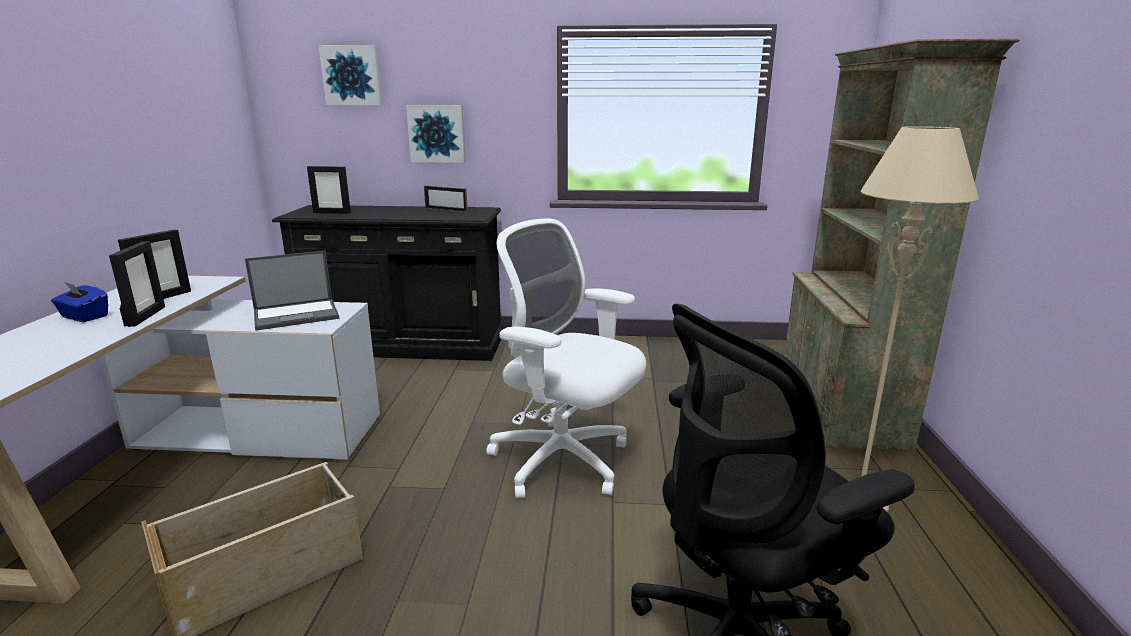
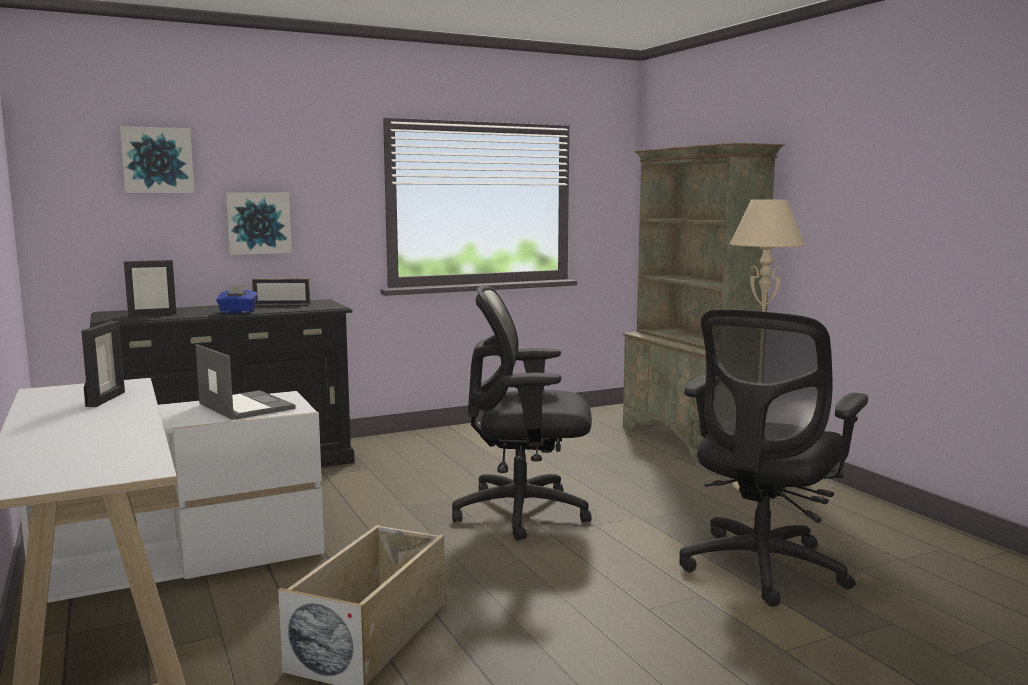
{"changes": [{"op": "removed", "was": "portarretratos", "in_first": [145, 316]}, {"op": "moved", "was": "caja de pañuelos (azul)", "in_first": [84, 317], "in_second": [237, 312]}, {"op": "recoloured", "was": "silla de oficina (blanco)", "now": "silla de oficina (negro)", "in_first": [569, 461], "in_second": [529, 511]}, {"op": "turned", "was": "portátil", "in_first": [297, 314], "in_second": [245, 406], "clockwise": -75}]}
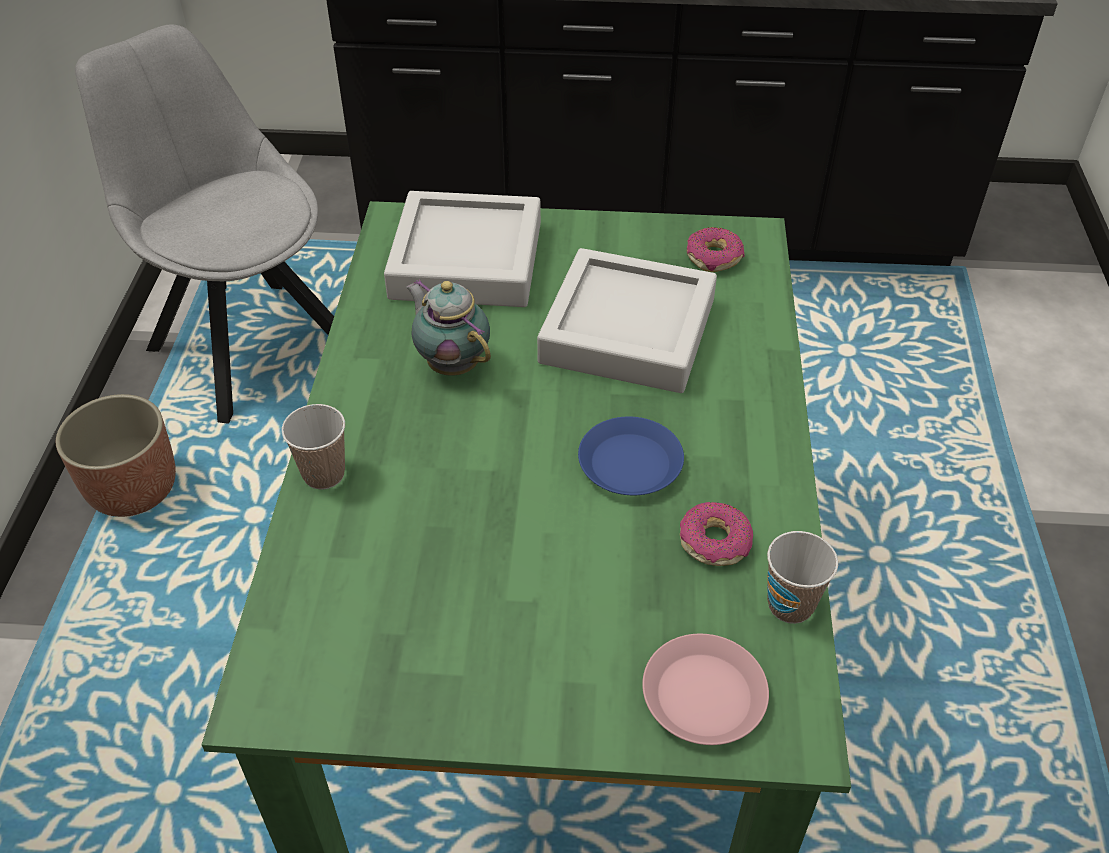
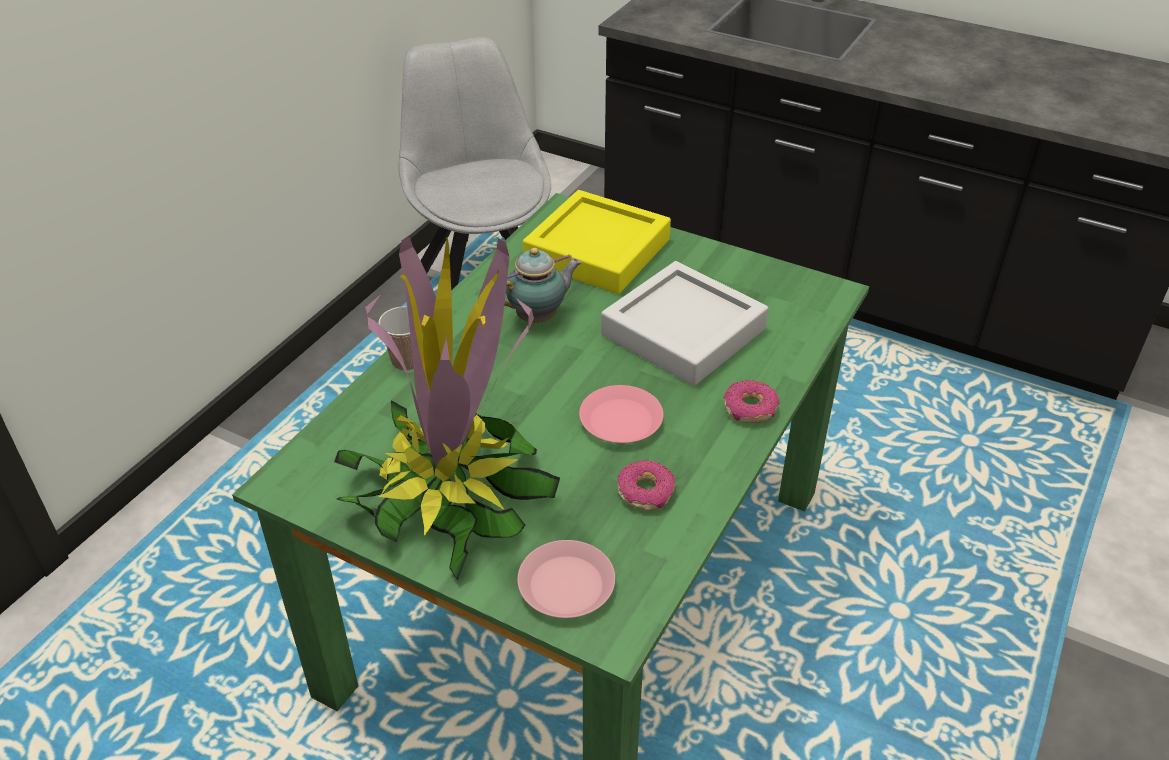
{"changes": [{"op": "removed", "was": "maceta", "in_first": [133, 489]}, {"op": "removed", "was": "taza", "in_first": [790, 605]}, {"op": "added", "now": "planta en maceta", "in_second": [450, 490]}, {"op": "moved", "was": "rosquilla", "in_first": [714, 257], "in_second": [750, 409]}, {"op": "recoloured", "was": "bandeja (gris)", "now": "bandeja (amarillo)", "in_first": [466, 260], "in_second": [597, 251]}, {"op": "recoloured", "was": "plato (azul)", "now": "plato (rosa)", "in_first": [629, 463], "in_second": [621, 420]}, {"op": "turned", "was": "tetera", "in_first": [452, 364], "in_second": [539, 317], "clockwise": 75}]}
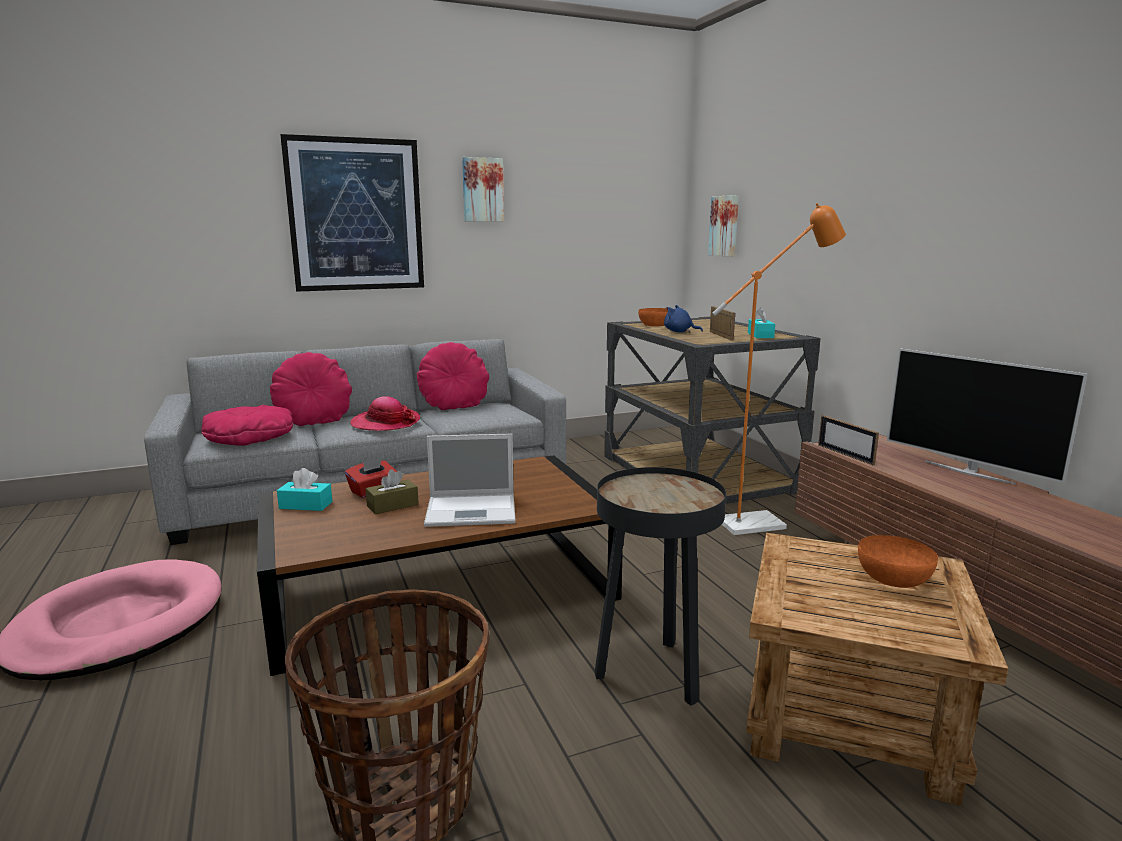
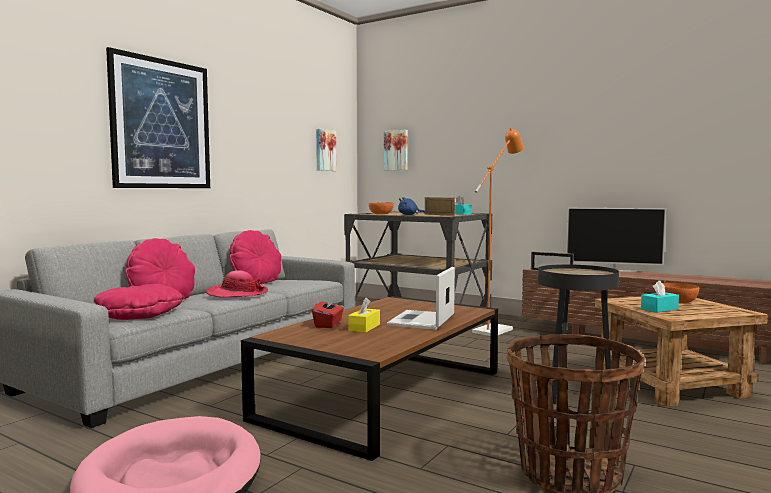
{"changes": [{"op": "moved", "was": "caja de pañuelos (turquesa)", "in_first": [306, 505], "in_second": [659, 309]}, {"op": "moved", "was": "cuadro", "in_first": [482, 190], "in_second": [325, 150]}, {"op": "recoloured", "was": "caja de pañuelos (marrón)", "now": "caja de pañuelos (amarillo)", "in_first": [392, 505], "in_second": [364, 327]}, {"op": "turned", "was": "portátil", "in_first": [473, 510], "in_second": [421, 321], "clockwise": 150}]}
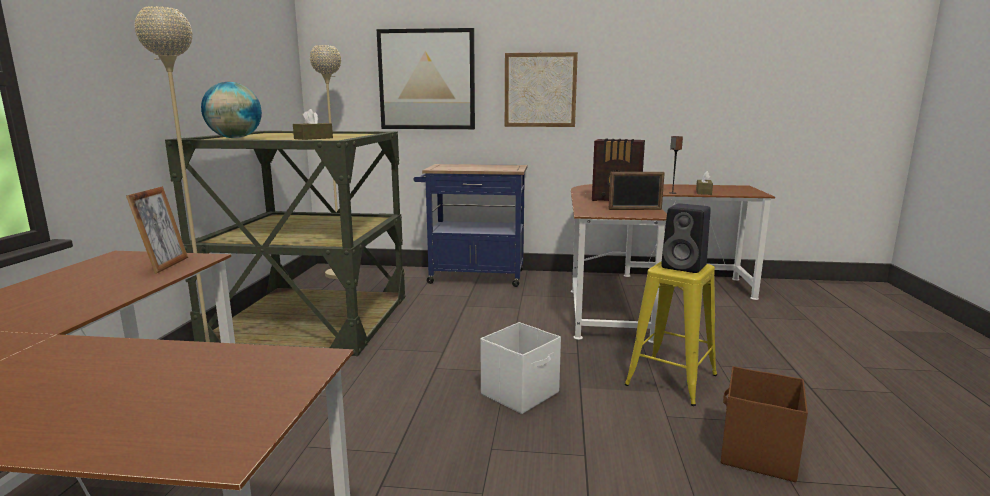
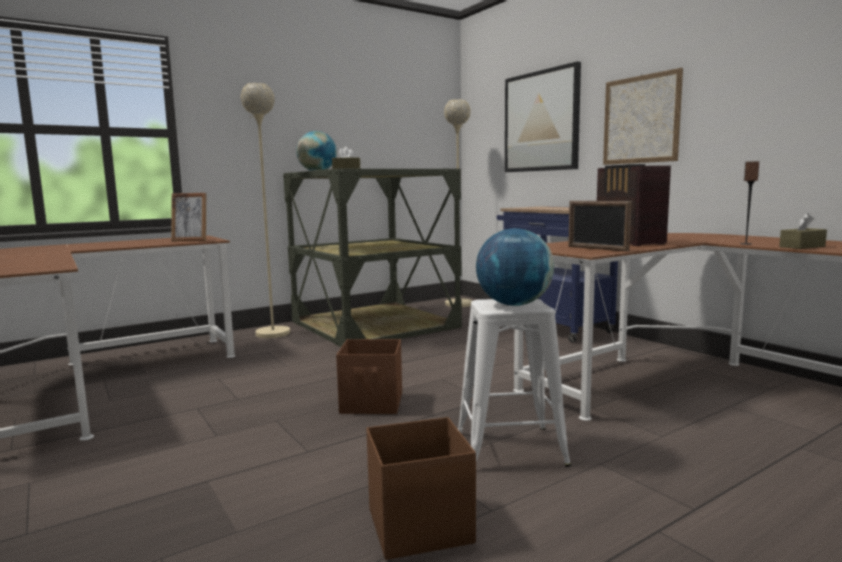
{"changes": [{"op": "replaced", "was": "altavoz (negro)", "now": "globo terráqueo", "in_first": [685, 267], "in_second": [514, 304]}, {"op": "recoloured", "was": "caja de almacenaje (blanco)", "now": "caja de almacenaje (marrón)", "in_first": [521, 393], "in_second": [373, 403]}, {"op": "recoloured", "was": "taburete (amarillo)", "now": "taburete (blanco)", "in_first": [671, 380], "in_second": [510, 448]}, {"op": "turned", "was": "portarretratos", "in_first": [164, 265], "in_second": [190, 240], "clockwise": 45}]}
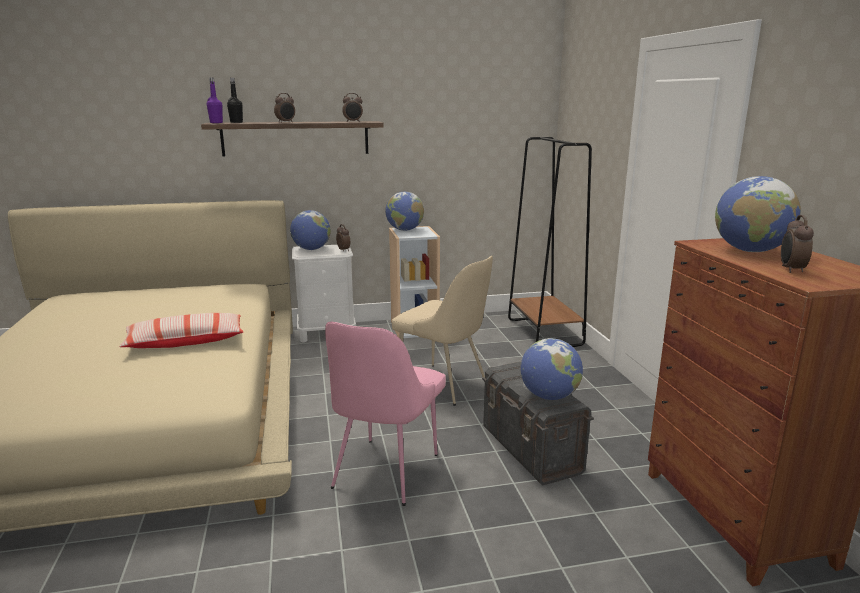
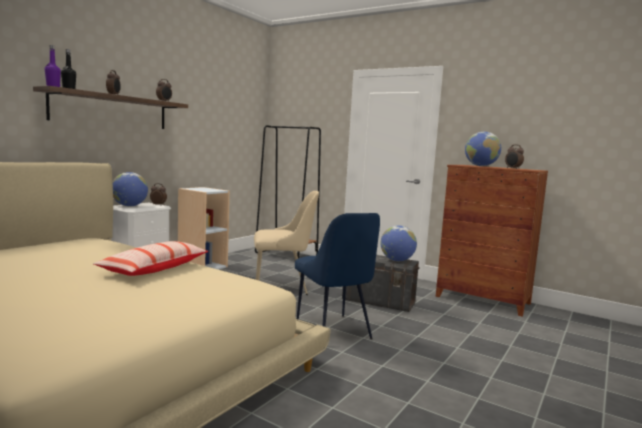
{"changes": [{"op": "removed", "was": "globo terráqueo", "in_first": [405, 230]}, {"op": "recoloured", "was": "silla (rosa)", "now": "silla (azul)", "in_first": [386, 471], "in_second": [334, 330]}]}
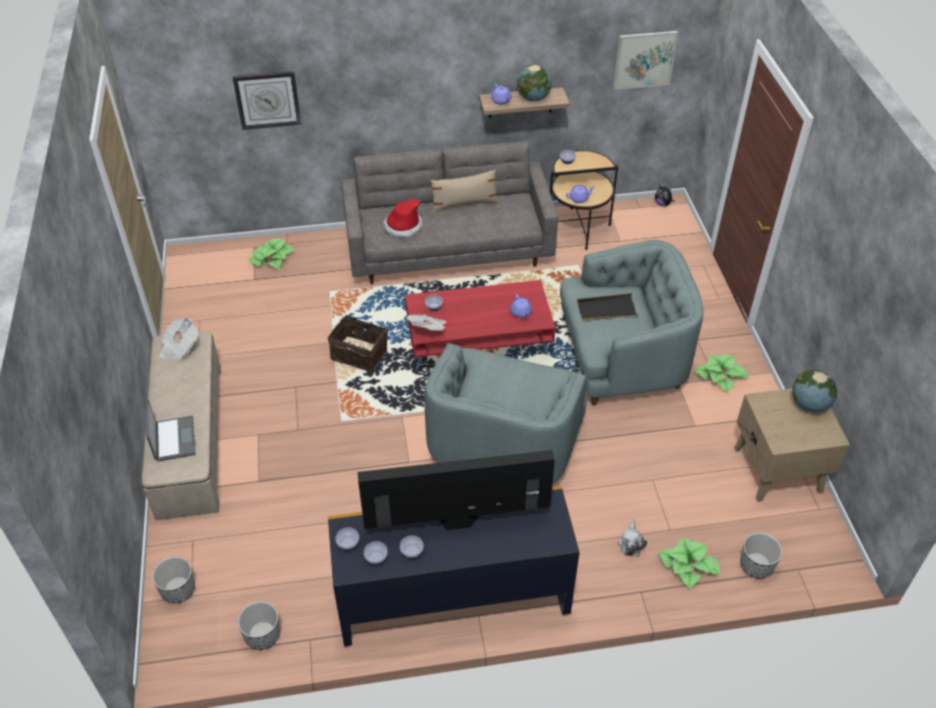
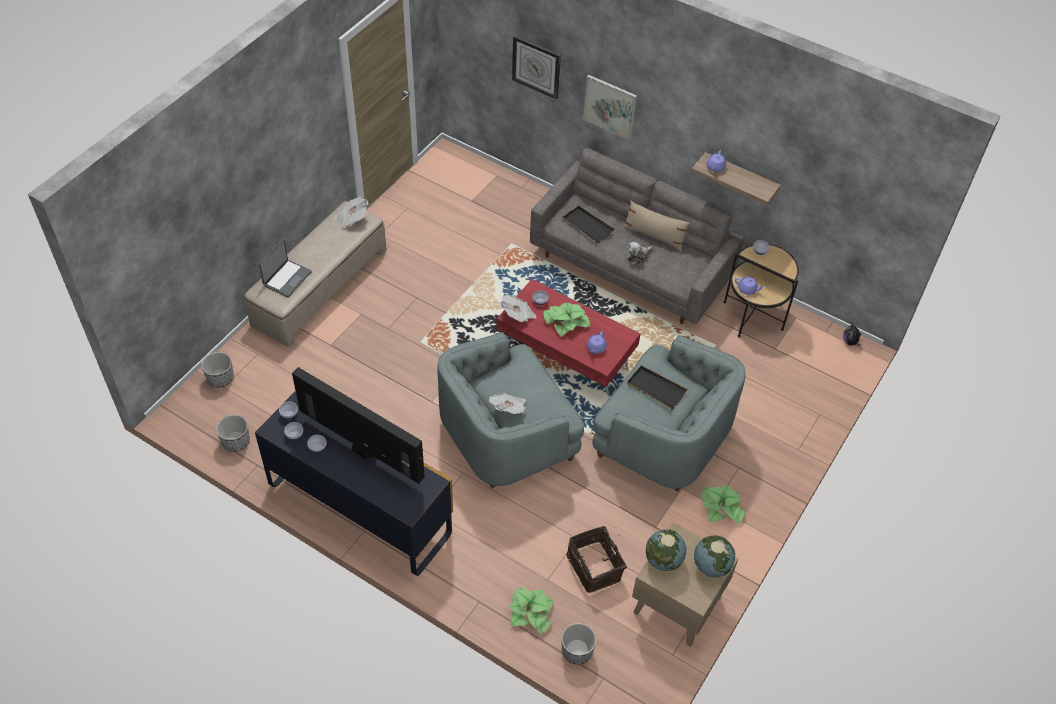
{"changes": [{"op": "added", "now": "periódico", "in_second": [509, 409]}, {"op": "moved", "was": "planta en maceta", "in_first": [271, 258], "in_second": [566, 321]}, {"op": "moved", "was": "cesta", "in_first": [360, 353], "in_second": [595, 566]}, {"op": "moved", "was": "globo terráqueo", "in_first": [533, 98], "in_second": [663, 560]}, {"op": "moved", "was": "cuadro", "in_first": [644, 59], "in_second": [610, 106]}, {"op": "moved", "was": "peluche", "in_first": [631, 543], "in_second": [638, 256]}, {"op": "replaced", "was": "sombrero", "now": "bandeja (negro)", "in_first": [403, 227], "in_second": [587, 226]}]}
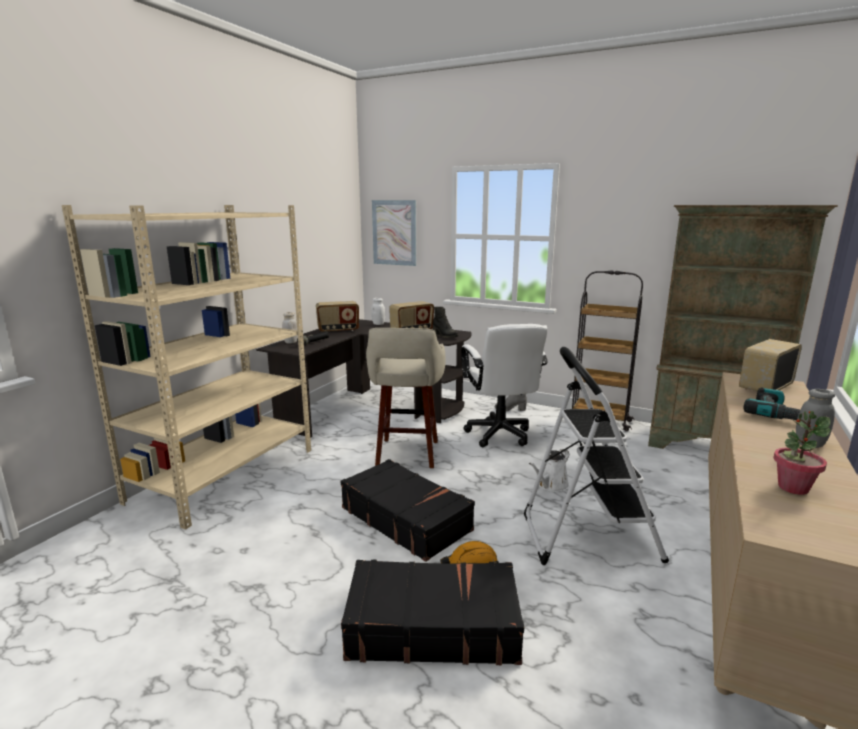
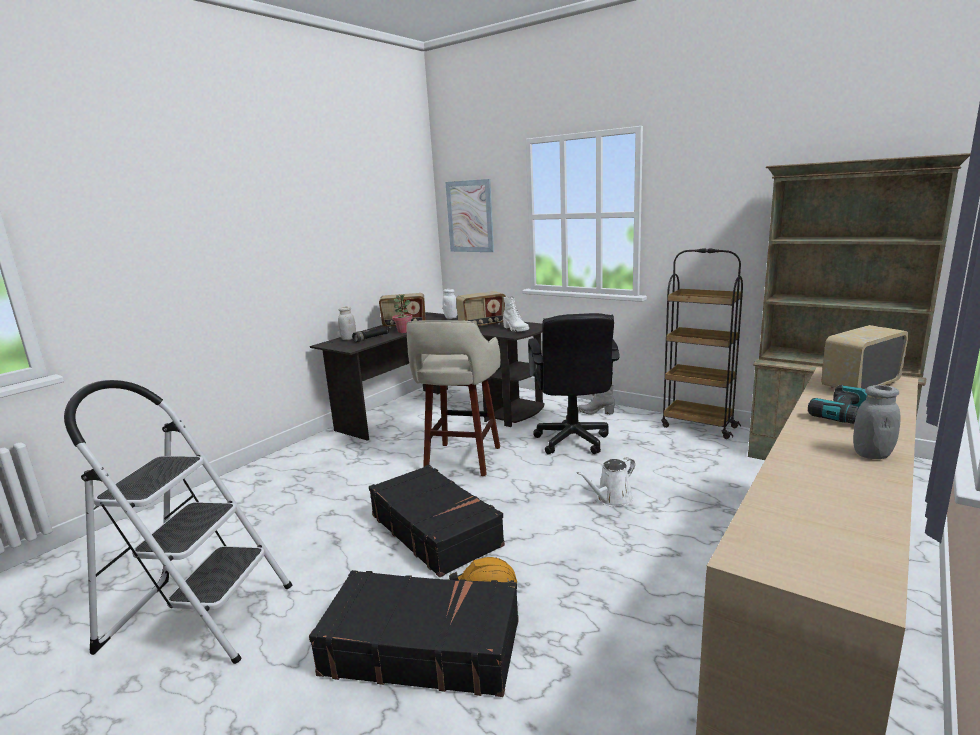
{"changes": [{"op": "removed", "was": "estantería (beis)", "in_first": [225, 474]}, {"op": "moved", "was": "escalera de tijera", "in_first": [586, 536], "in_second": [194, 617]}, {"op": "moved", "was": "planta en maceta", "in_first": [792, 487], "in_second": [403, 331]}, {"op": "recoloured", "was": "bota (negro)", "now": "bota (blanco)", "in_first": [444, 336], "in_second": [515, 329]}, {"op": "recoloured", "was": "silla de oficina (blanco)", "now": "silla de oficina (negro)", "in_first": [500, 437], "in_second": [573, 443]}]}
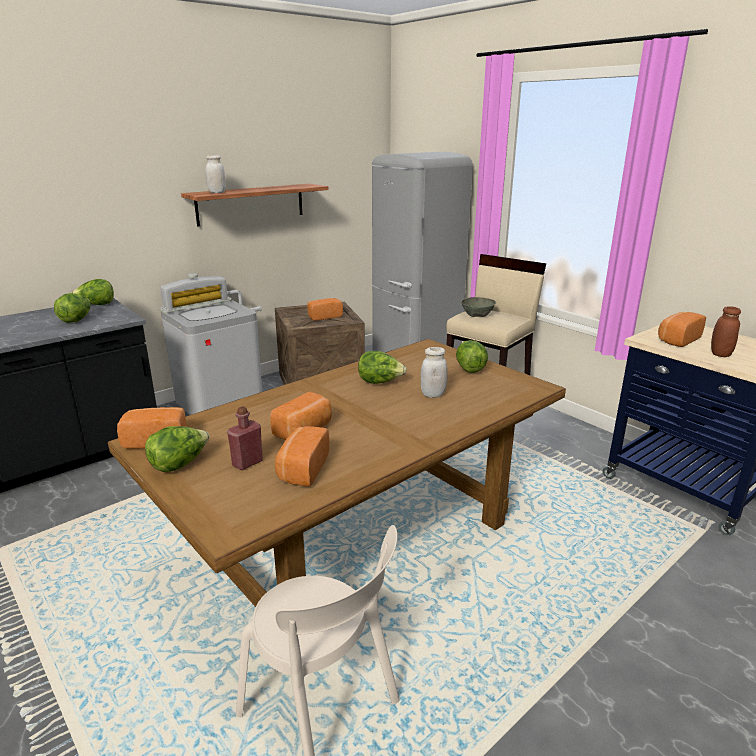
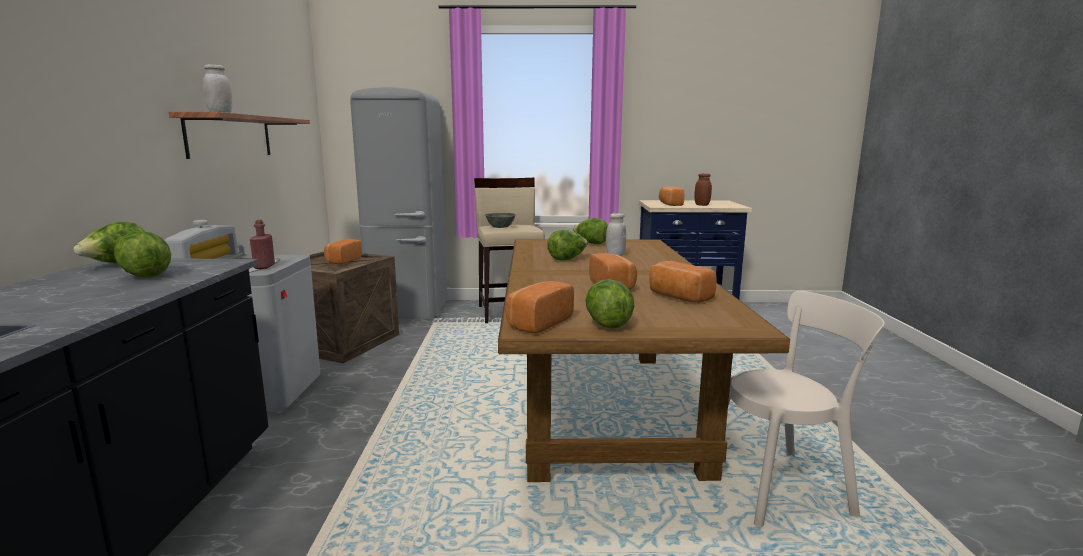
{"changes": [{"op": "moved", "was": "botella (rojo)", "in_first": [247, 463], "in_second": [264, 266]}]}
